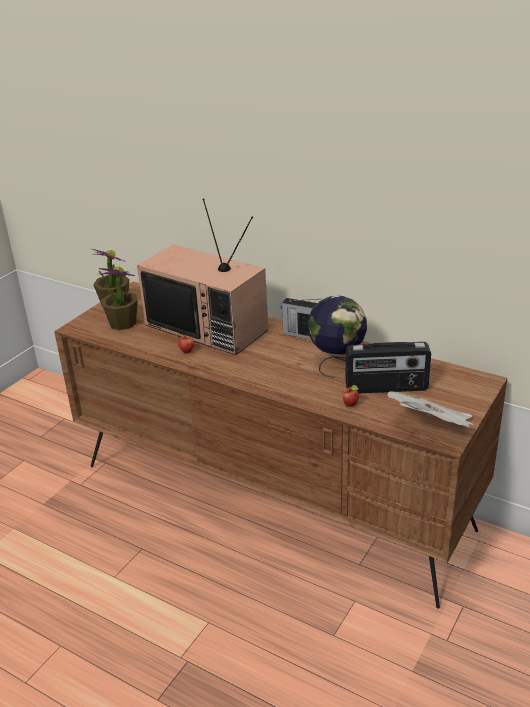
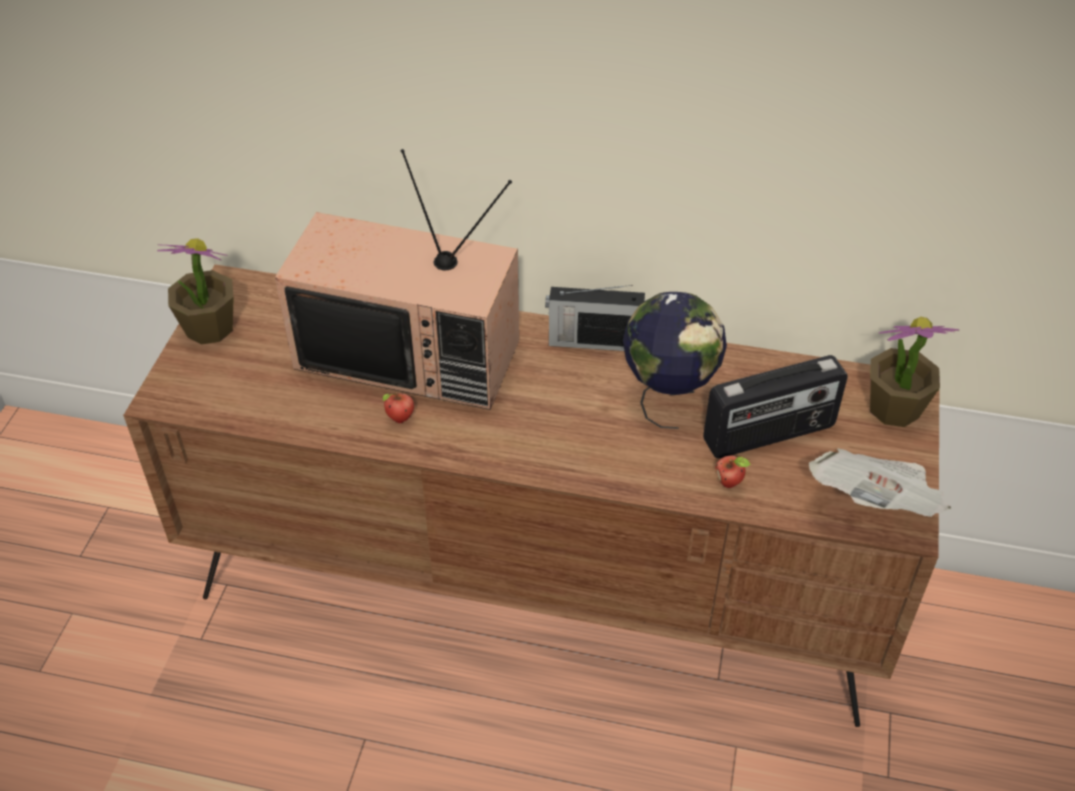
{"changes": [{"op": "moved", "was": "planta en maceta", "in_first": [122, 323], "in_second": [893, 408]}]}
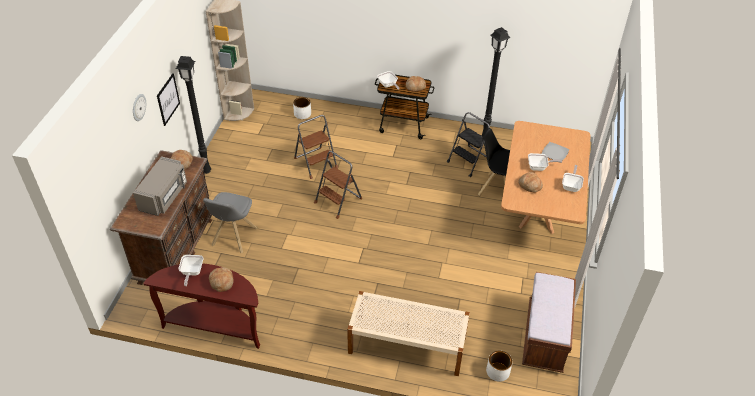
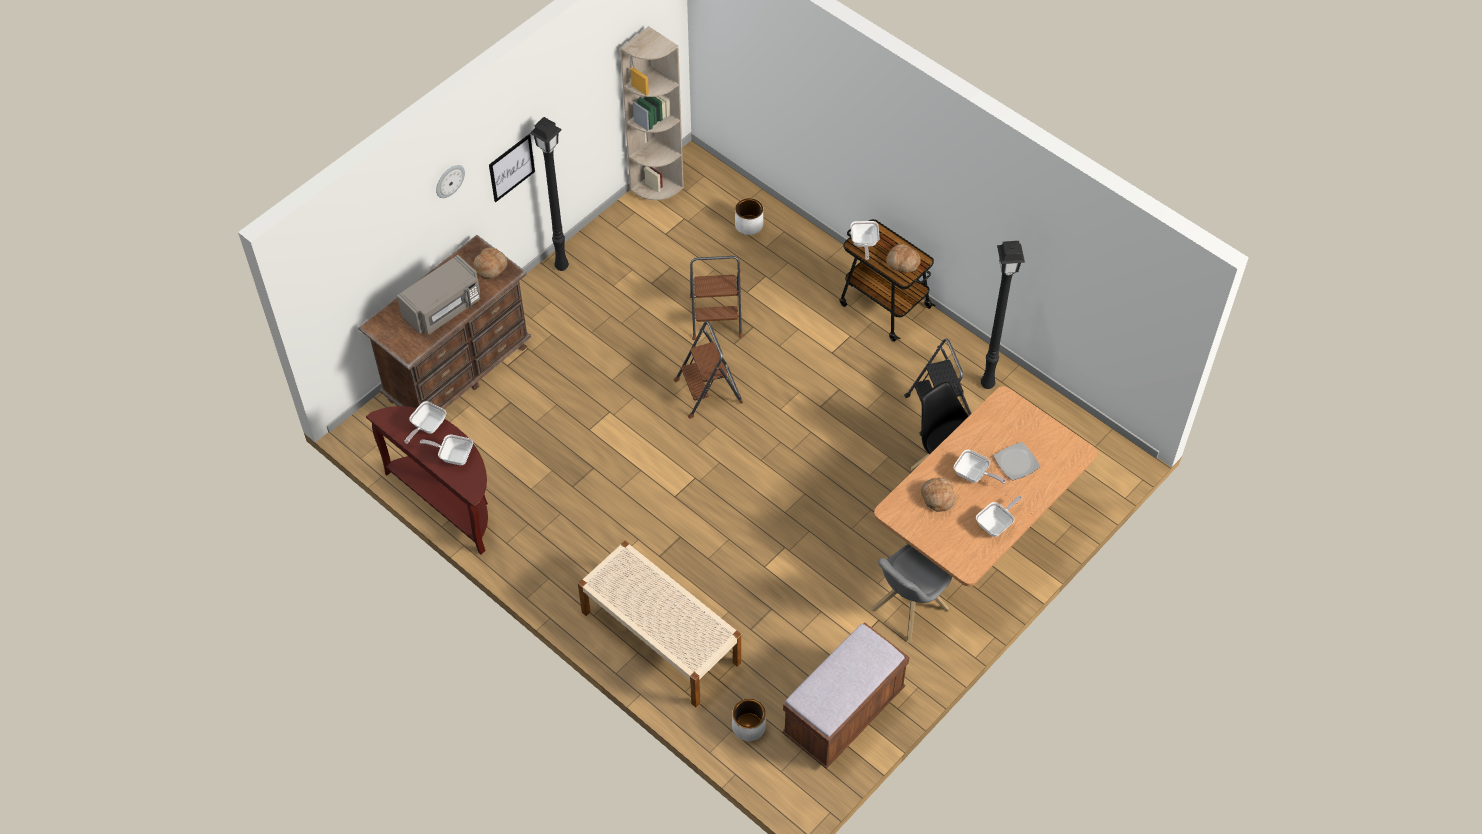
{"changes": [{"op": "moved", "was": "silla (gris)", "in_first": [234, 237], "in_second": [908, 609]}, {"op": "replaced", "was": "pan", "now": "sartén", "in_first": [221, 282], "in_second": [453, 455]}]}
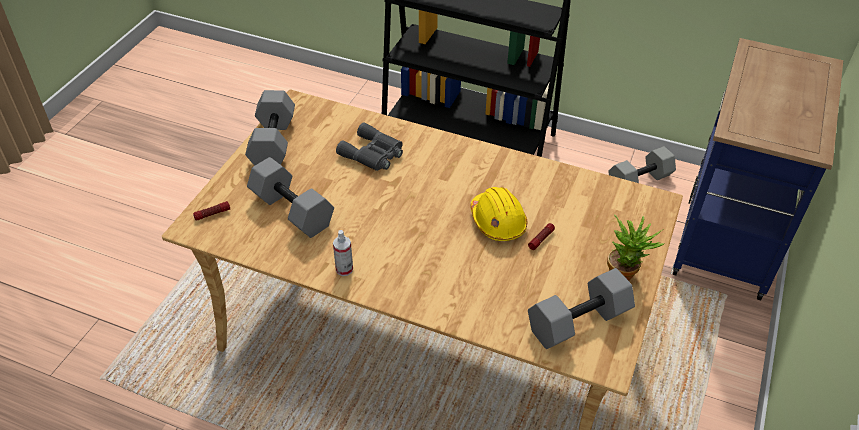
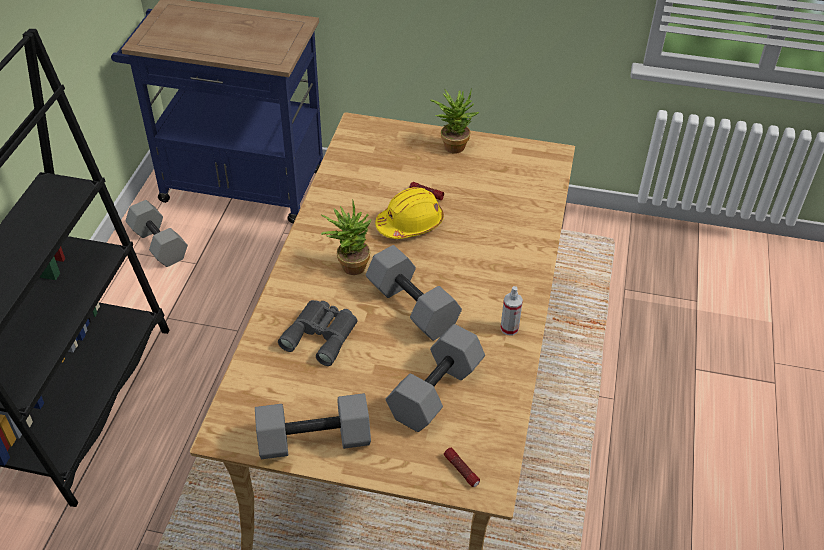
{"changes": [{"op": "added", "now": "planta en maceta", "in_second": [349, 265]}, {"op": "moved", "was": "mancuerna (gris)", "in_first": [578, 320], "in_second": [410, 307]}]}
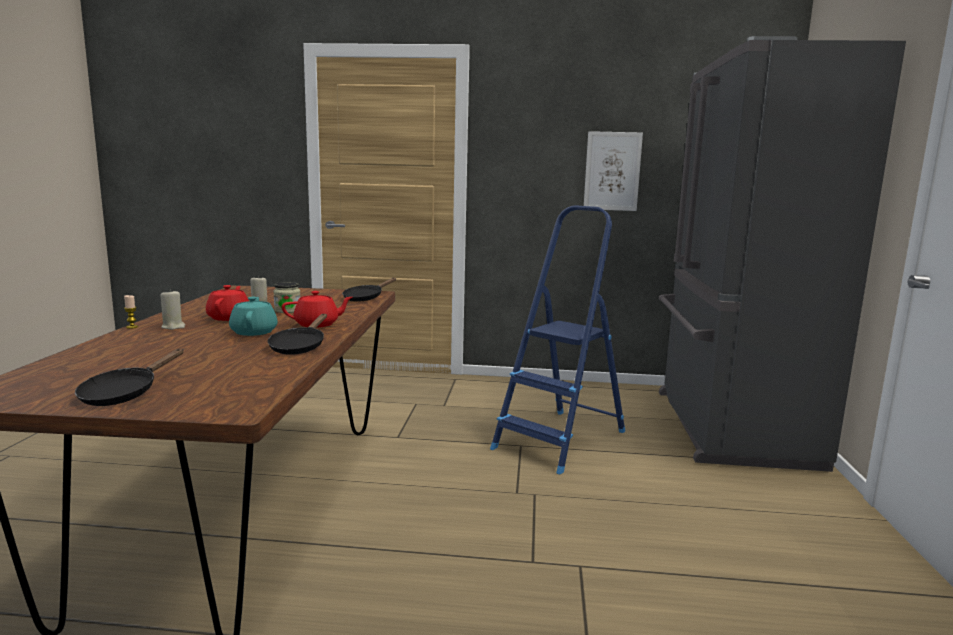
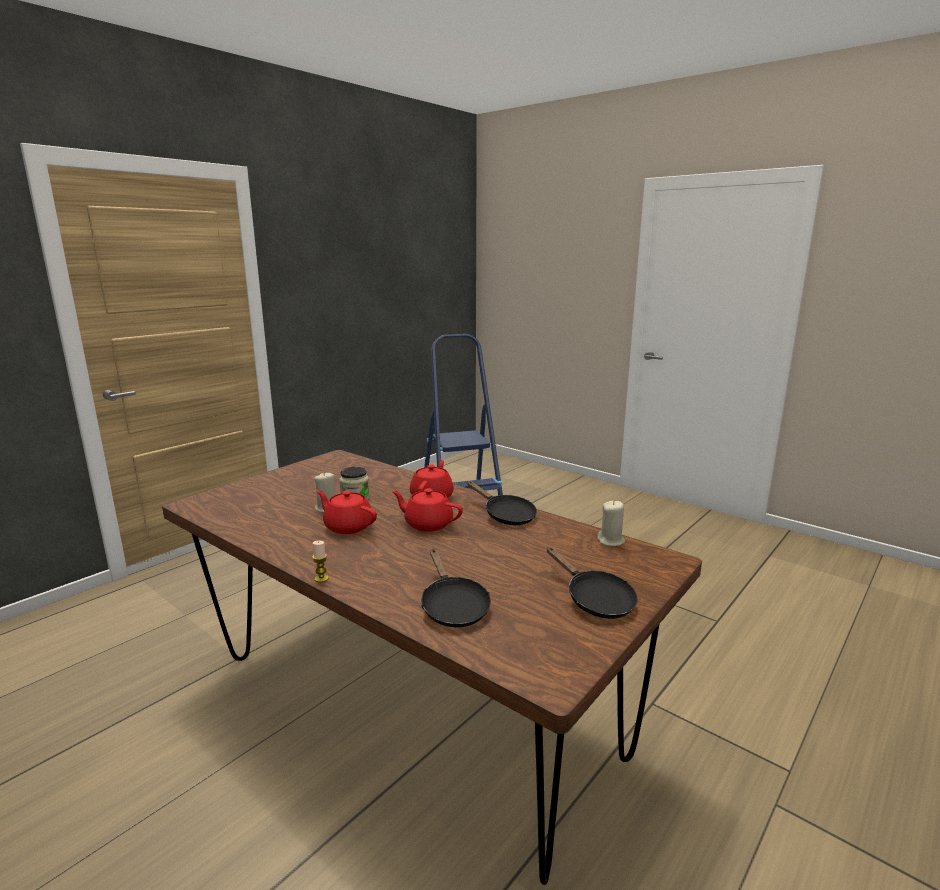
{"changes": [{"op": "removed", "was": "cuadro", "in_first": [612, 171]}, {"op": "removed", "was": "nevera (gris)", "in_first": [728, 427]}, {"op": "moved", "was": "vela (beis)", "in_first": [173, 327], "in_second": [611, 541]}, {"op": "moved", "was": "sartén (negro)", "in_first": [365, 298], "in_second": [453, 607]}, {"op": "recoloured", "was": "tetera (turquesa)", "now": "tetera (rojo)", "in_first": [254, 332], "in_second": [427, 524]}]}
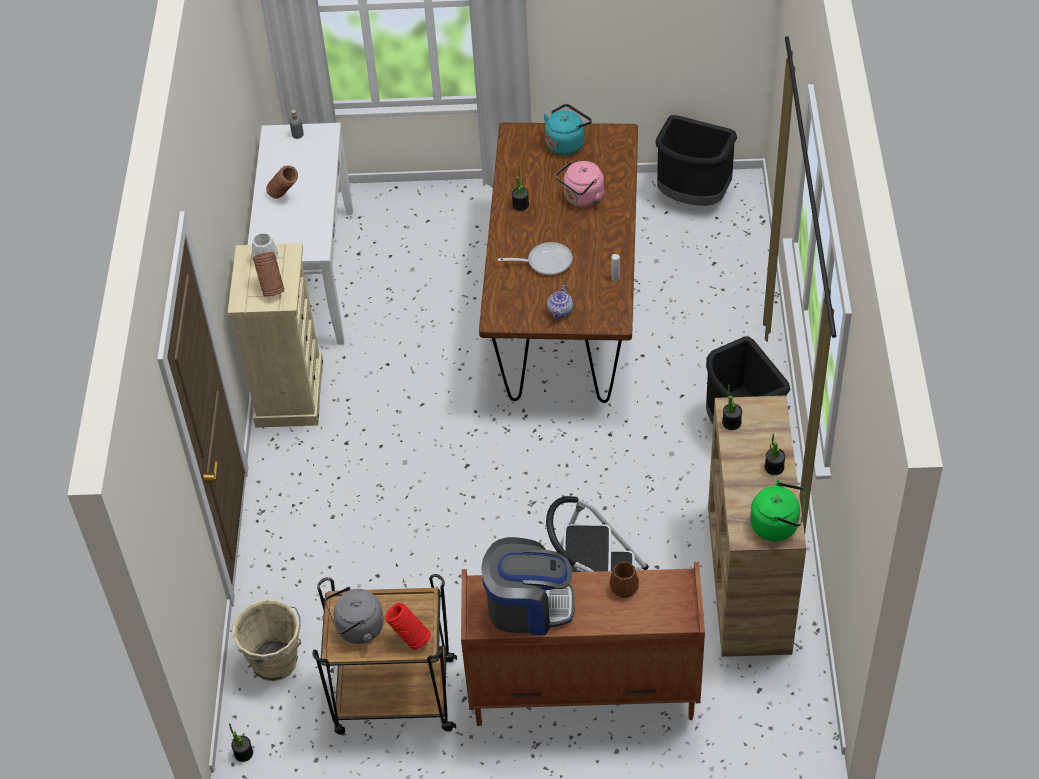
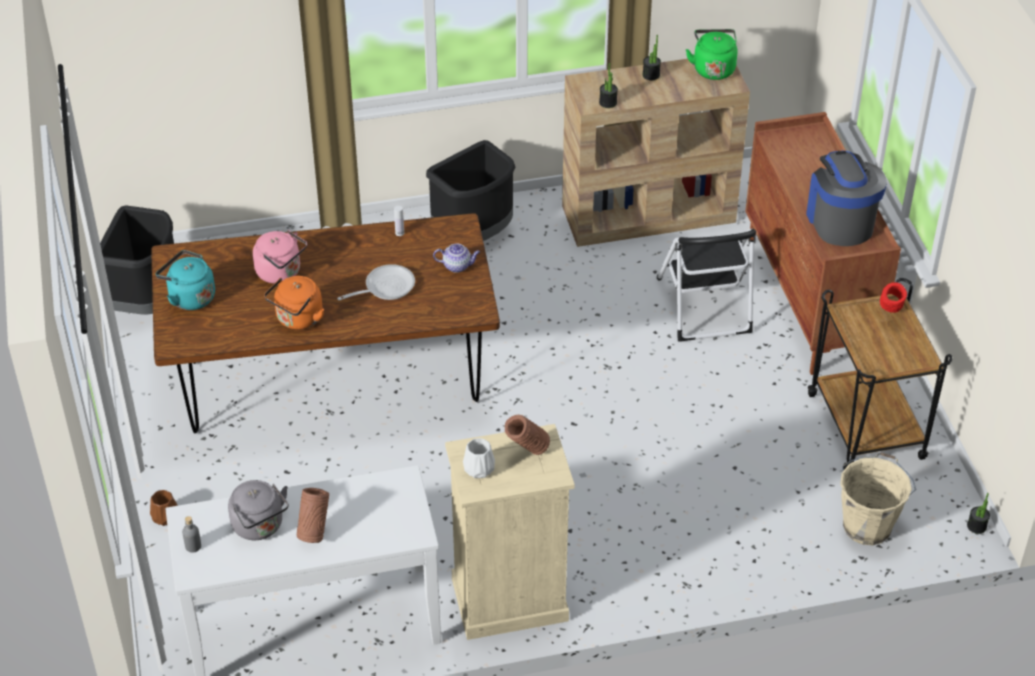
{"changes": [{"op": "moved", "was": "hervidor (gris)", "in_first": [357, 629], "in_second": [260, 527]}, {"op": "moved", "was": "florero (marrón)", "in_first": [624, 588], "in_second": [166, 516]}, {"op": "replaced", "was": "planta en maceta", "now": "hervidor (naranja)", "in_first": [520, 205], "in_second": [298, 319]}, {"op": "turned", "was": "sartén", "in_first": [545, 262], "in_second": [385, 287], "clockwise": 75}]}
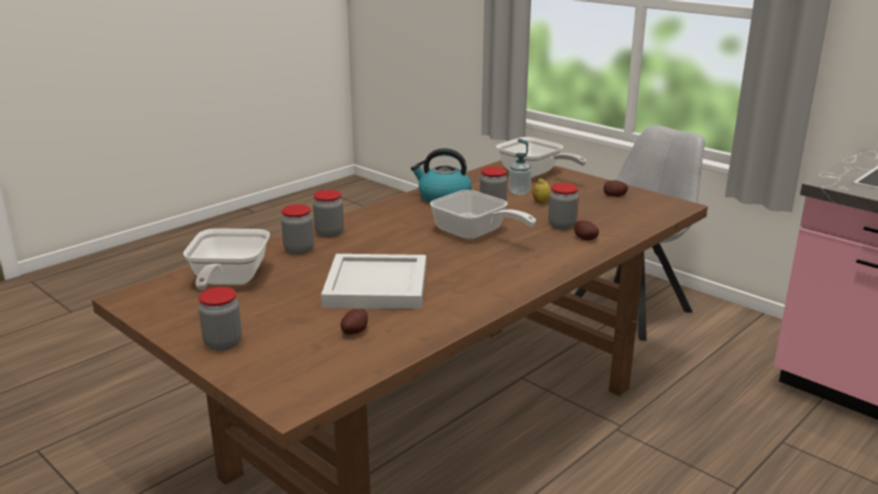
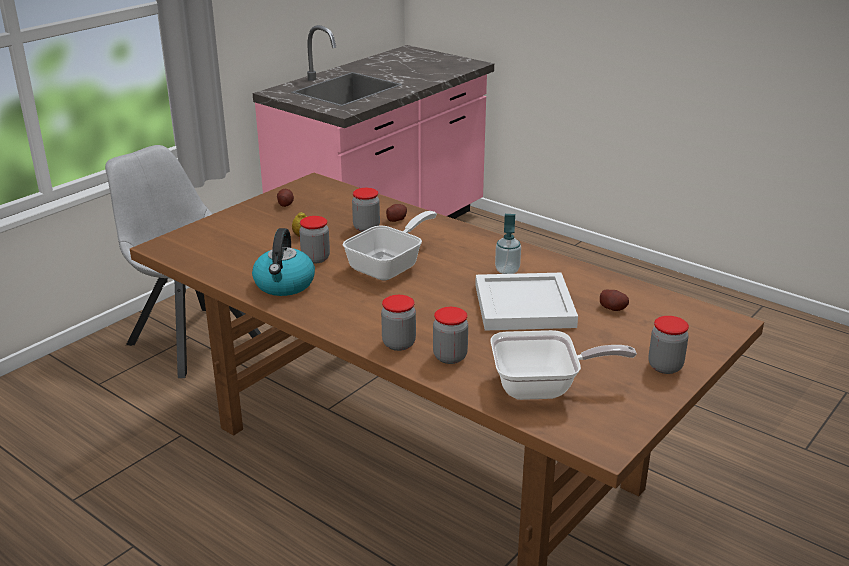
{"changes": [{"op": "removed", "was": "sartén", "in_first": [533, 174]}, {"op": "moved", "was": "dispensador de jabón", "in_first": [519, 192], "in_second": [507, 270]}]}
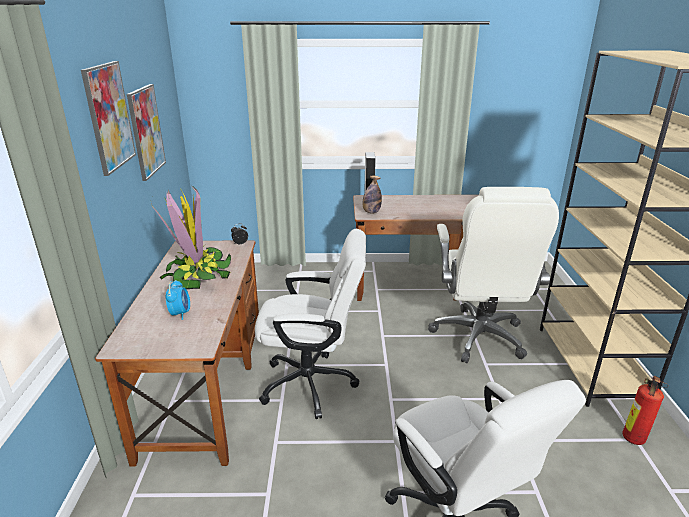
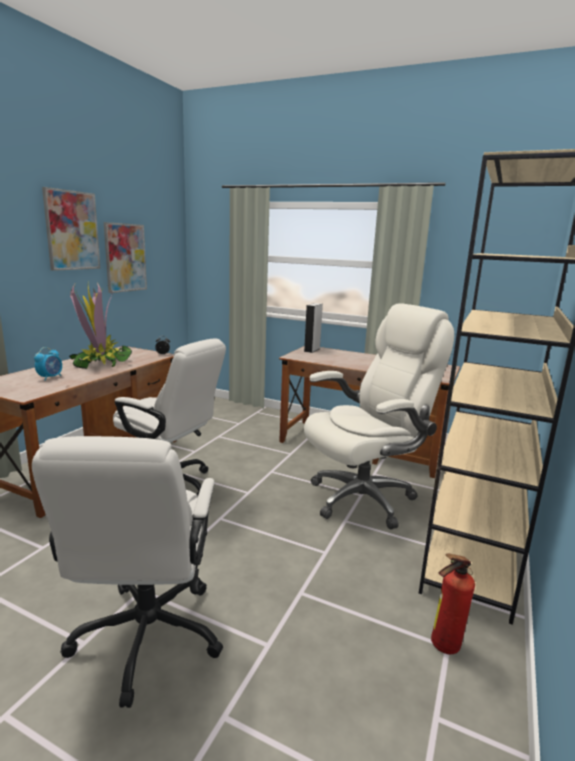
{"changes": [{"op": "removed", "was": "botella", "in_first": [371, 212]}, {"op": "turned", "was": "silla de oficina (blanco)", "in_first": [479, 337], "in_second": [363, 498], "clockwise": -150}]}
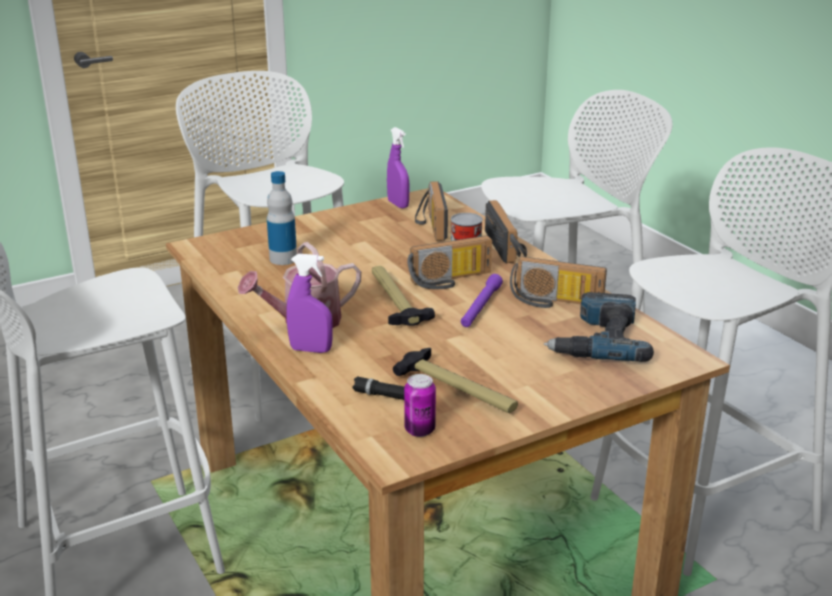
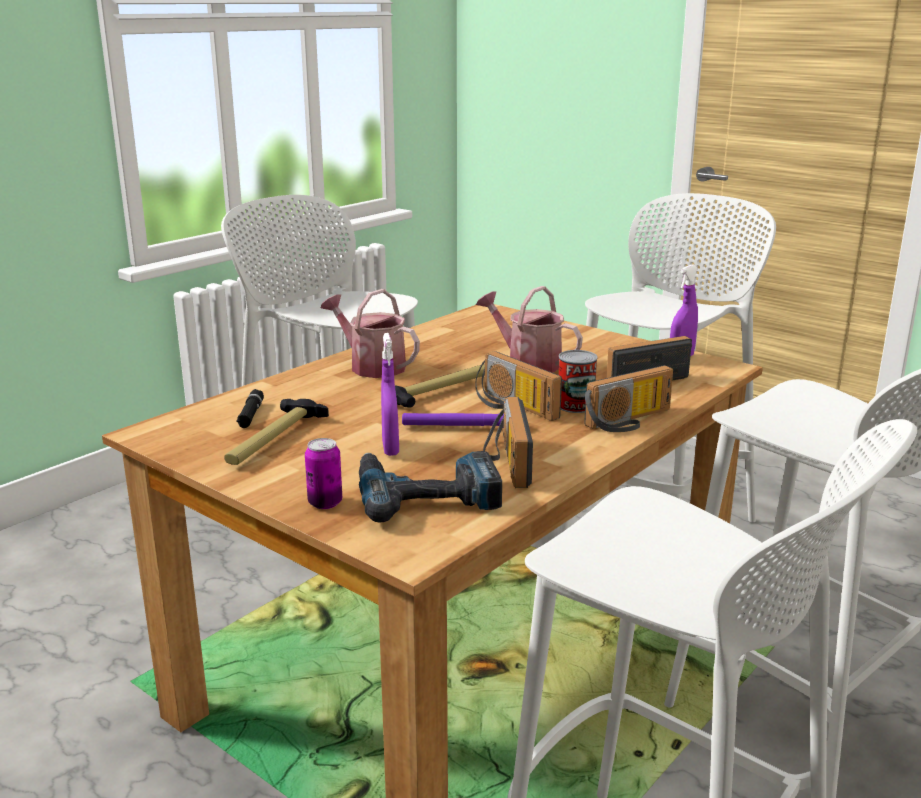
{"changes": [{"op": "removed", "was": "botella", "in_first": [283, 259]}, {"op": "added", "now": "regadera", "in_second": [528, 362]}, {"op": "moved", "was": "pulverizador (morado)", "in_first": [311, 350], "in_second": [390, 448]}, {"op": "moved", "was": "lata", "in_first": [419, 430], "in_second": [325, 503]}]}
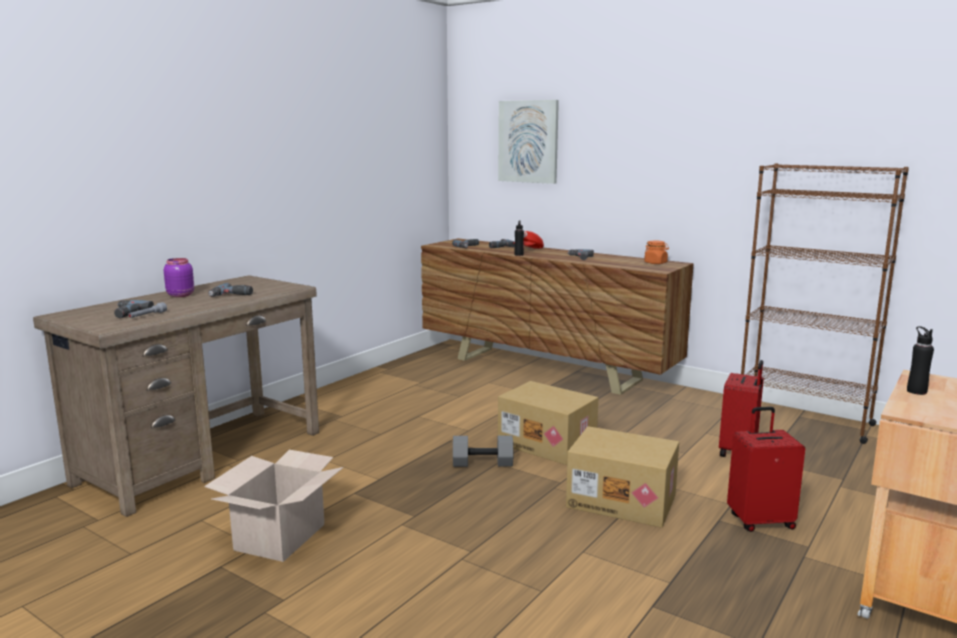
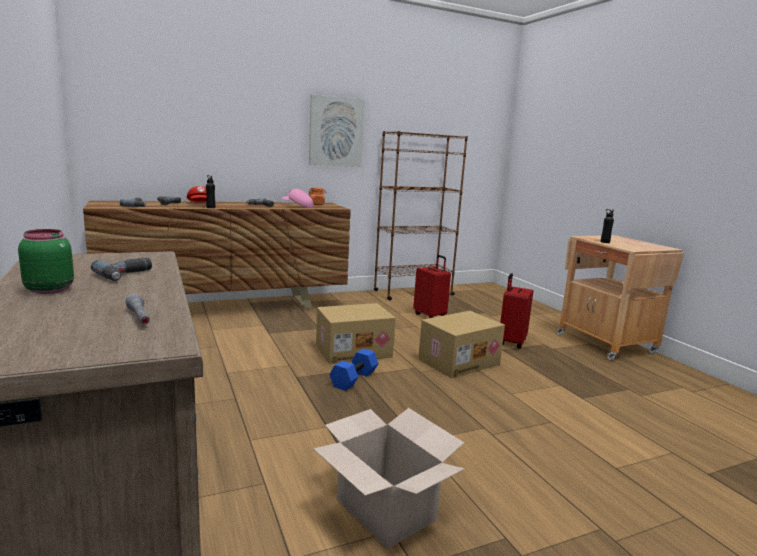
{"changes": [{"op": "removed", "was": "taladro", "in_first": [125, 313]}, {"op": "added", "now": "gorra (rosa)", "in_second": [298, 206]}, {"op": "moved", "was": "cuadro", "in_first": [528, 141], "in_second": [336, 132]}, {"op": "recoloured", "was": "tarro (morado)", "now": "tarro (verde)", "in_first": [181, 295], "in_second": [49, 289]}, {"op": "recoloured", "was": "mancuerna (gris)", "now": "mancuerna (azul)", "in_first": [483, 463], "in_second": [353, 379]}]}
